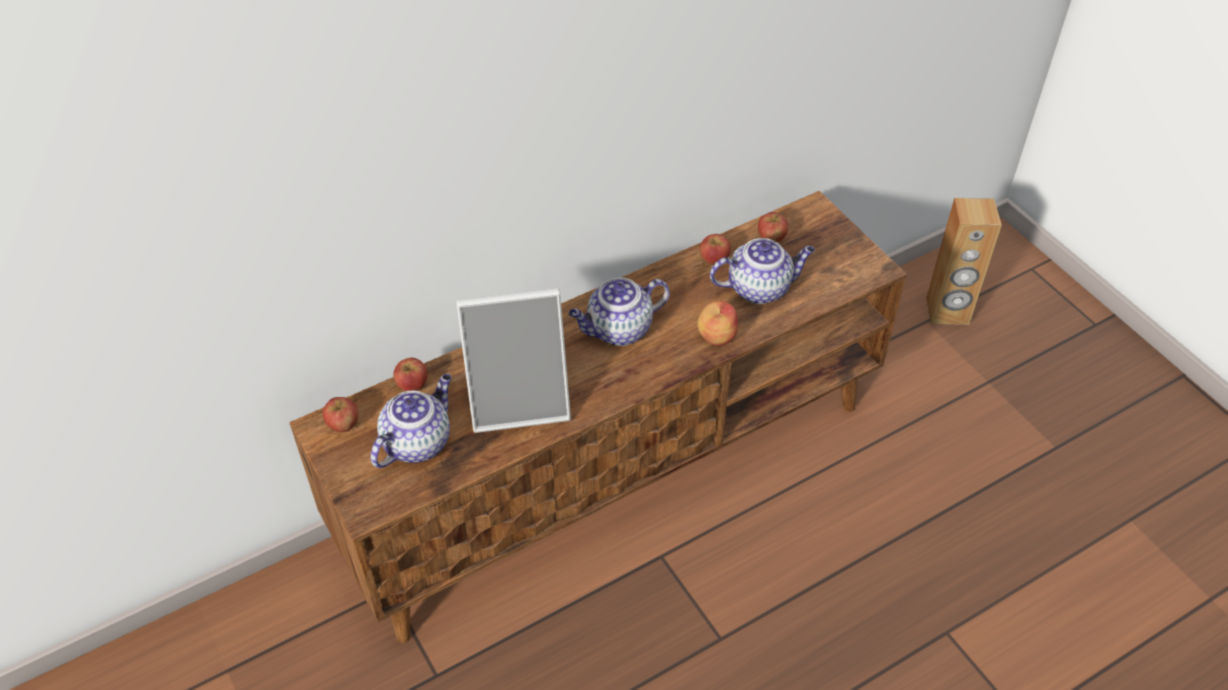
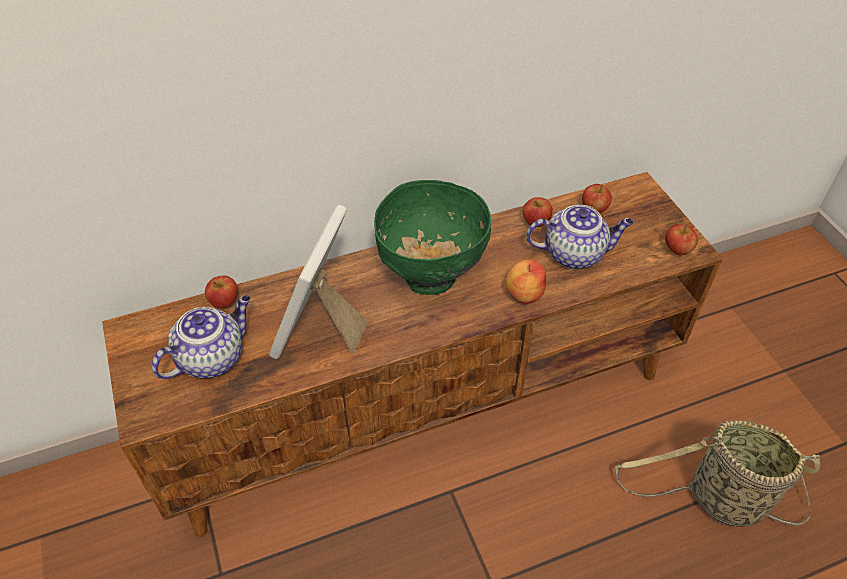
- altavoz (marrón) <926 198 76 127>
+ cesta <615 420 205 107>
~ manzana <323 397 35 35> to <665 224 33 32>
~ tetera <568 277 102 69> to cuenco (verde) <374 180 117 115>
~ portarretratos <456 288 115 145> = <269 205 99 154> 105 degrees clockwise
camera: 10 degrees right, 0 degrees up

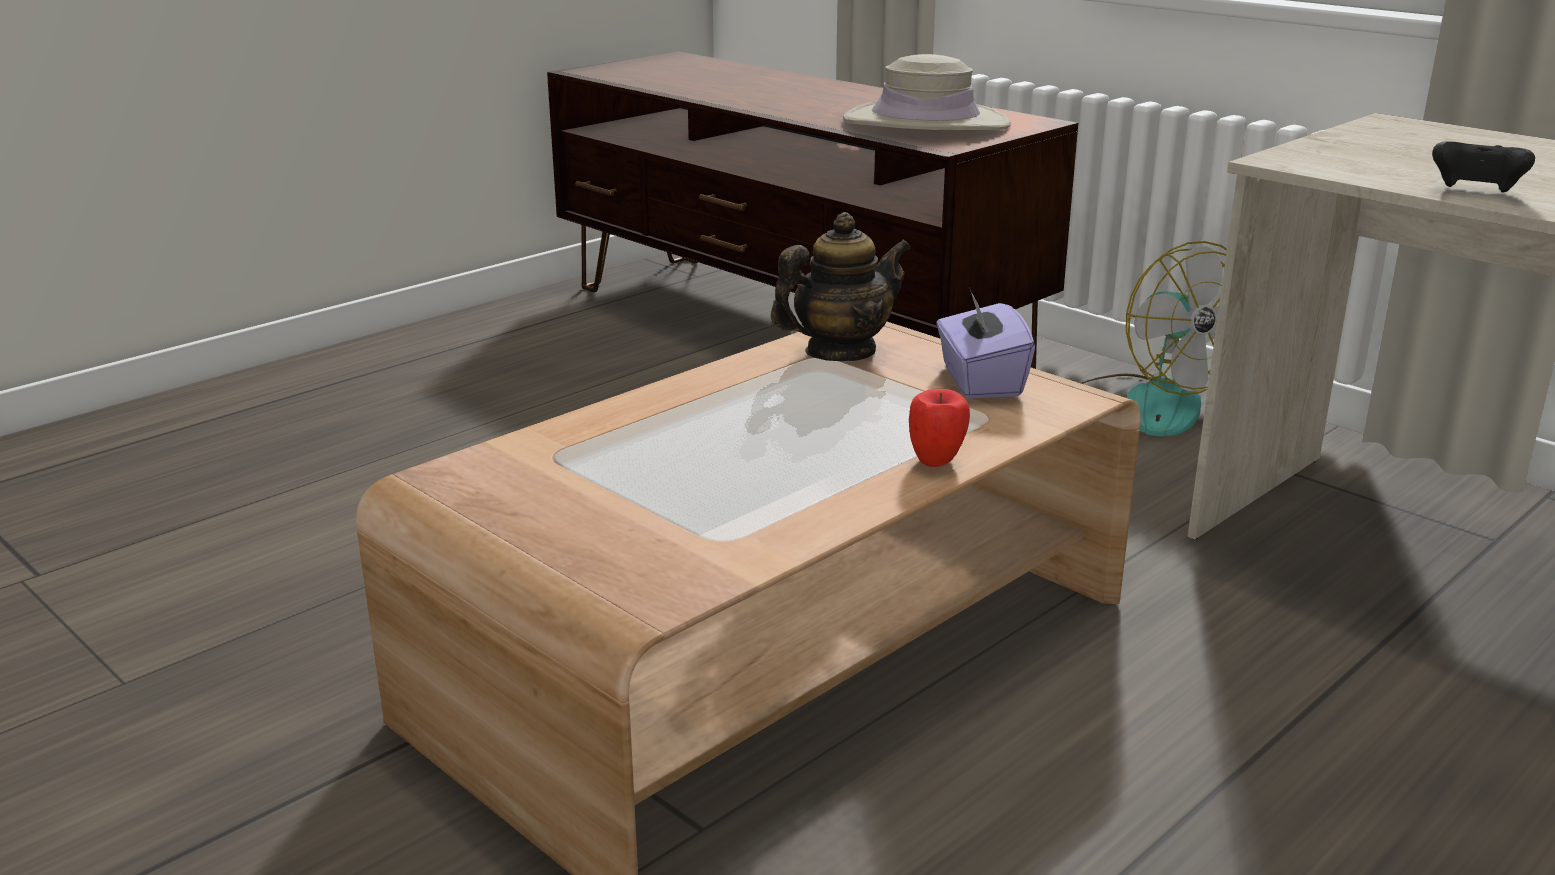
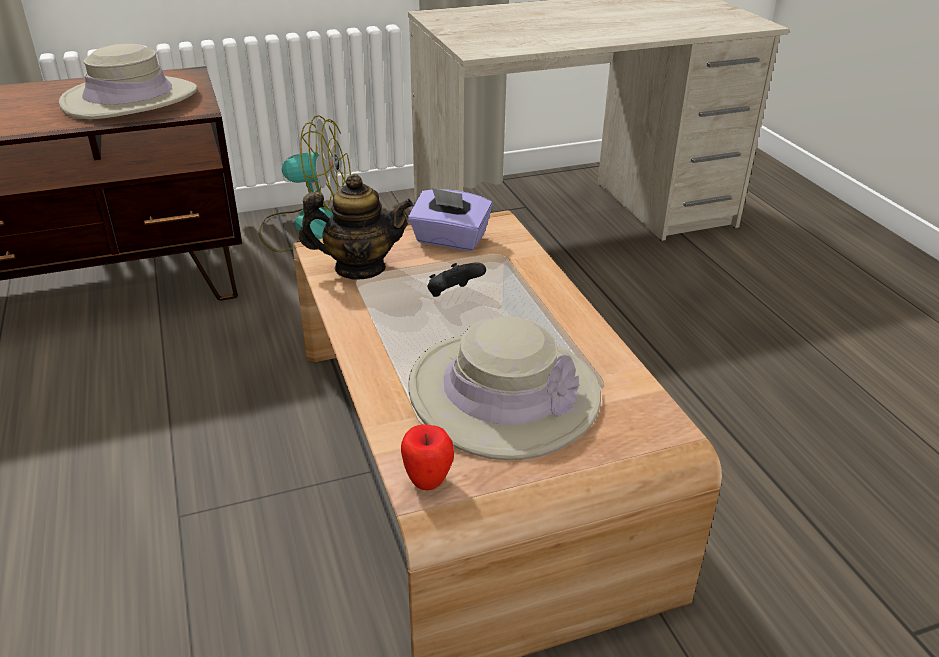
+ sombrero (beis) <408 316 193 144>
~ manzana <909 389 61 78> to <401 424 53 67>
~ mando de consola (negro) <1432 141 103 52> to <427 263 59 34>
~ tetera <771 212 140 149> = <299 174 114 106> 90 degrees clockwise
camera: 65 degrees left, 10 degrees up

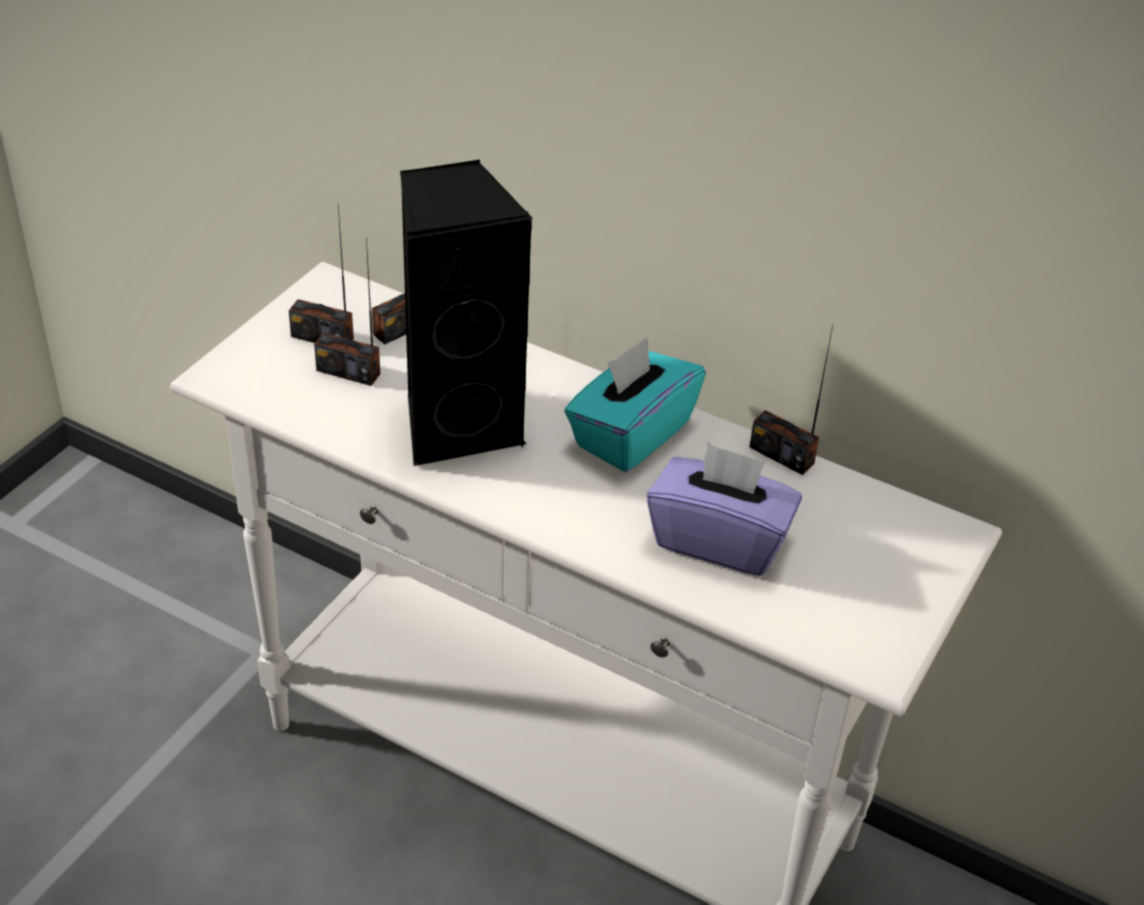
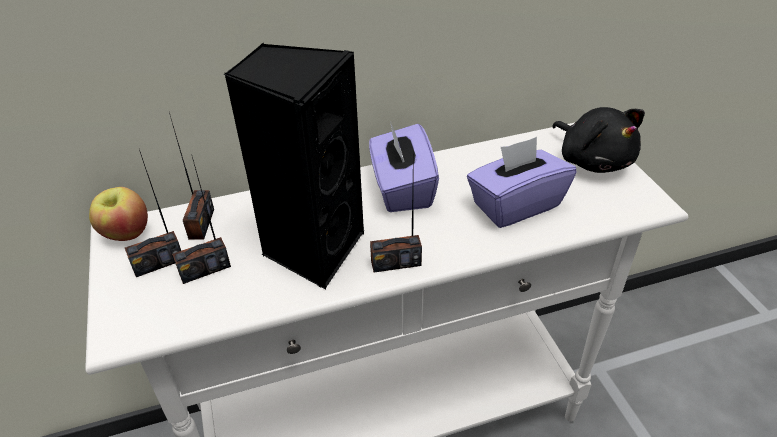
+ manzana <89 187 59 54>
+ peluche (negro) <552 107 93 66>
~ radio <749 325 84 150> to <370 150 52 122>
~ caja de pañuelos (turquesa) <564 338 142 134> to caja de pañuelos (morado) <369 124 70 88>
camera: 45 degrees left, 0 degrees up

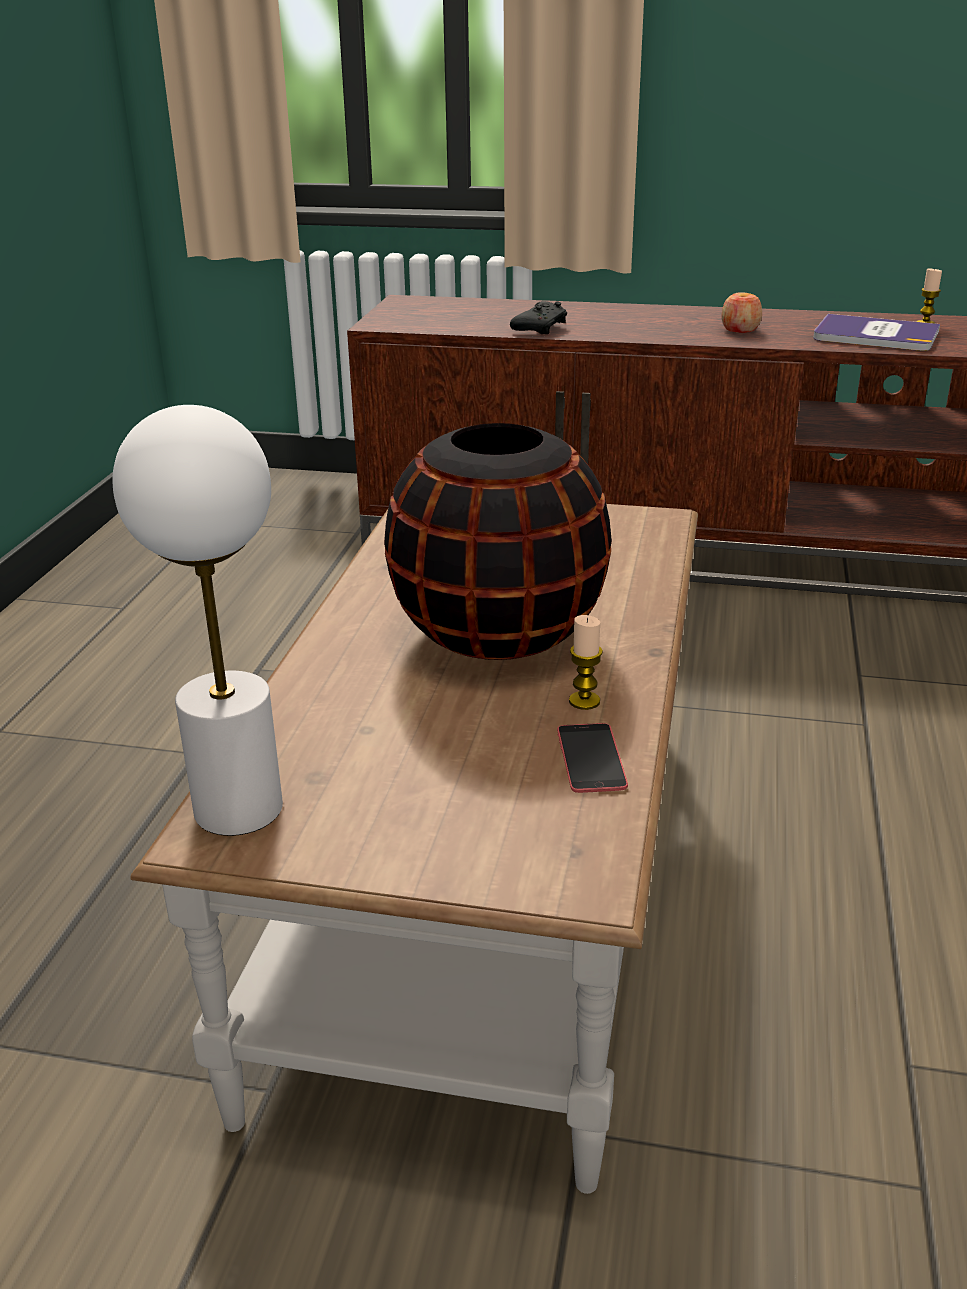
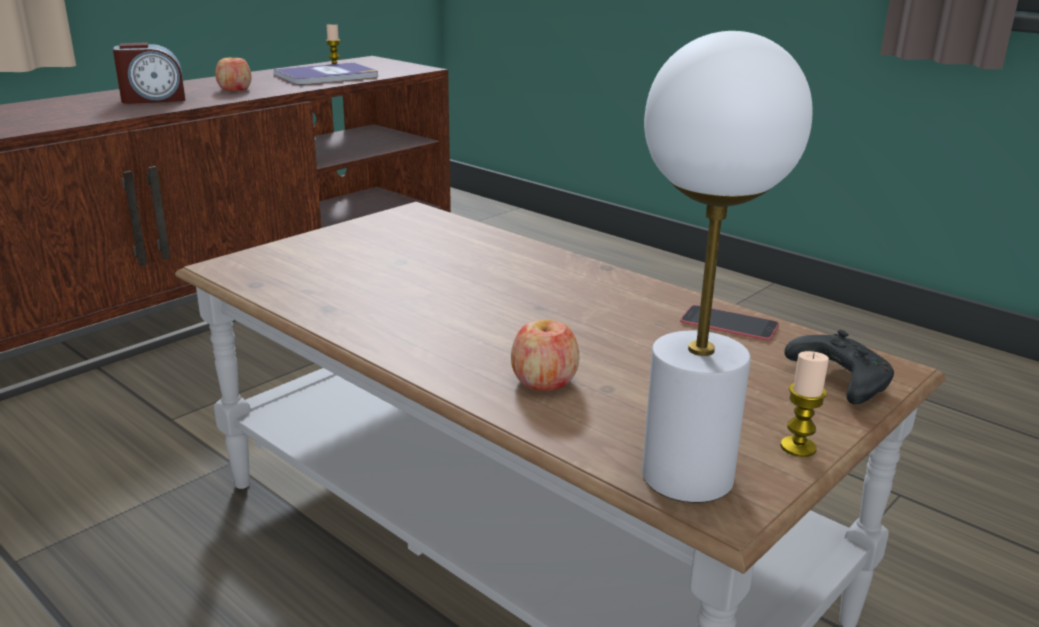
- florero (negro) <384 423 228 237>
+ despertador <113 42 72 62>
+ manzana <511 320 68 71>
~ mando de consola (negro) <510 301 57 33> to <784 330 110 74>
~ vela <569 615 34 95> to <780 351 49 106>
camera: 60 degrees left, 5 degrees down

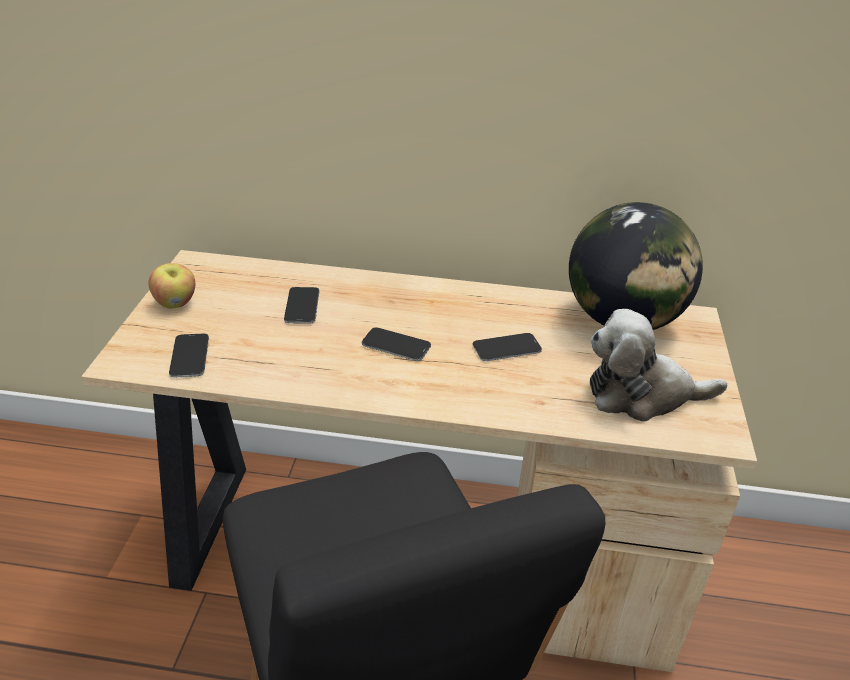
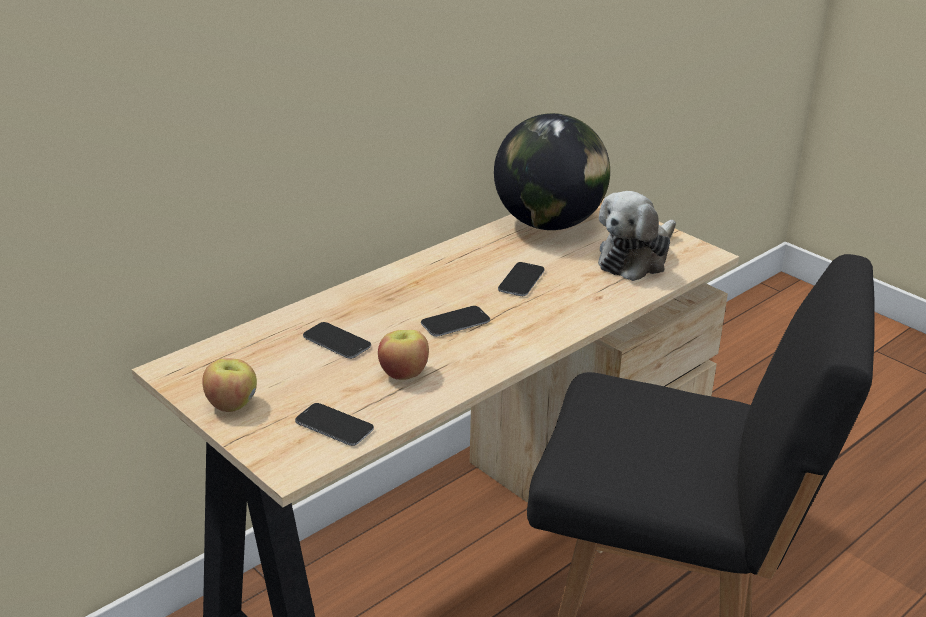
+ manzana <378 330 51 50>
camera: 50 degrees left, 5 degrees down

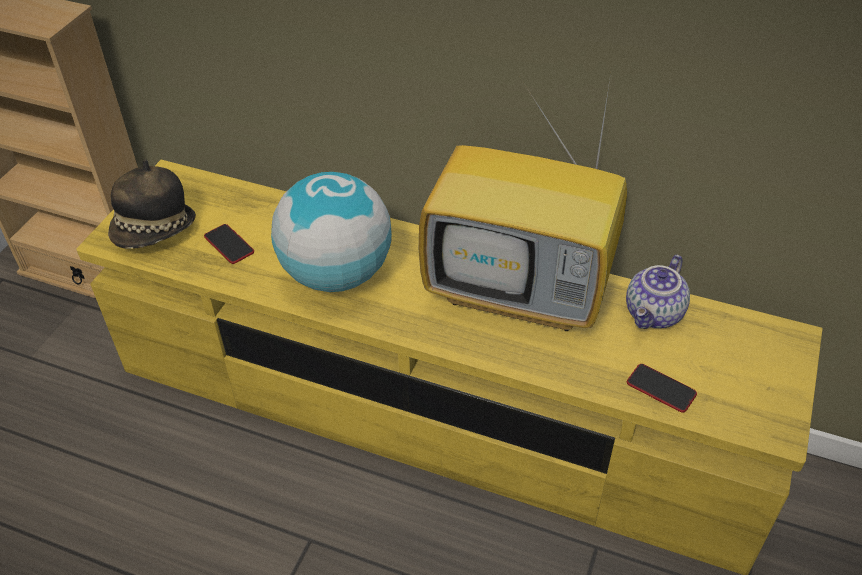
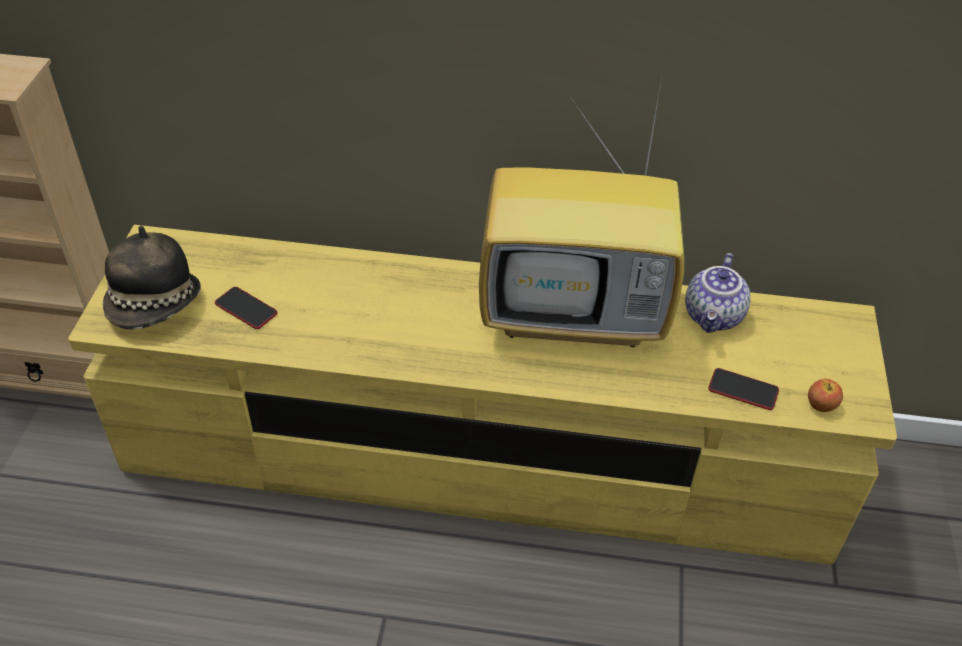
- globo terráqueo <271 172 121 120>
+ manzana <808 379 35 33>
camera: 15 degrees left, 0 degrees up

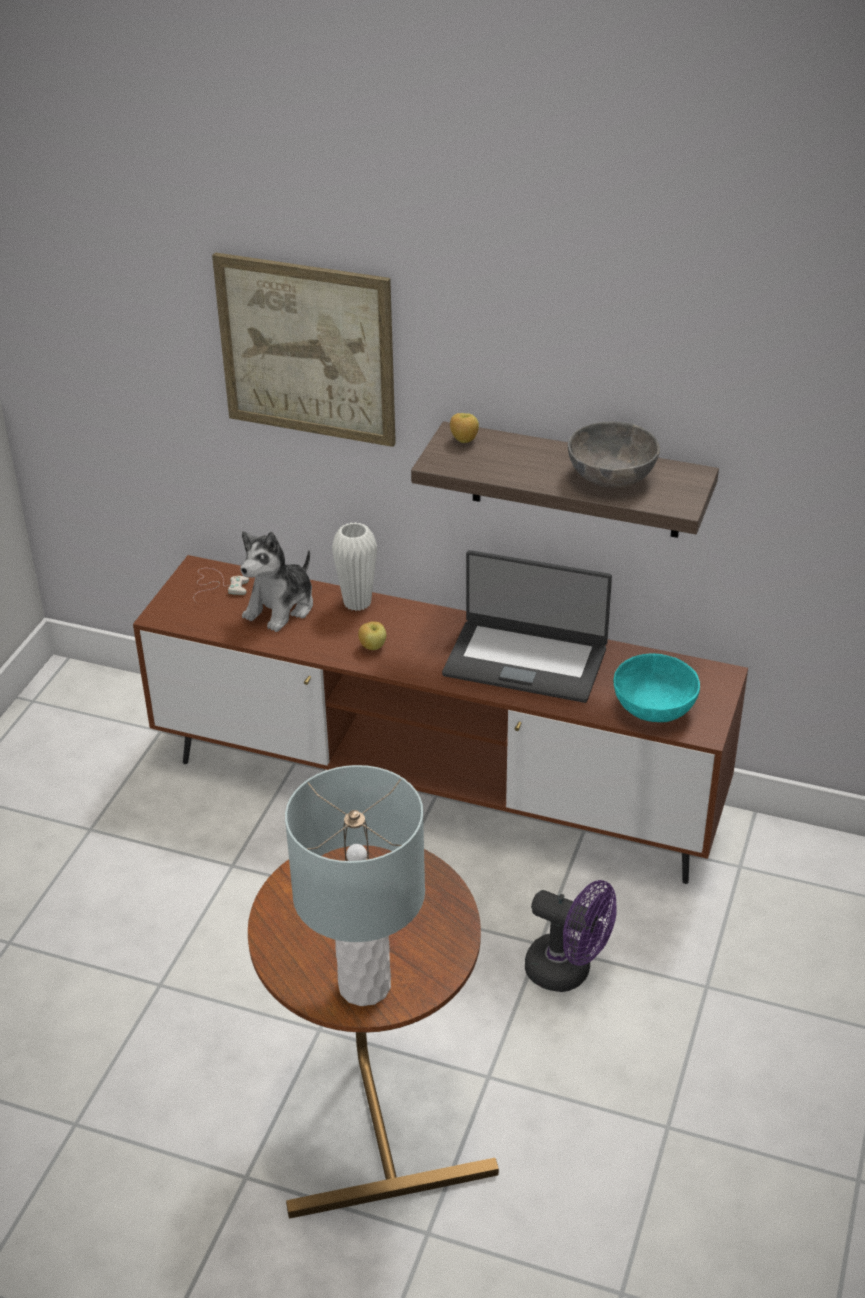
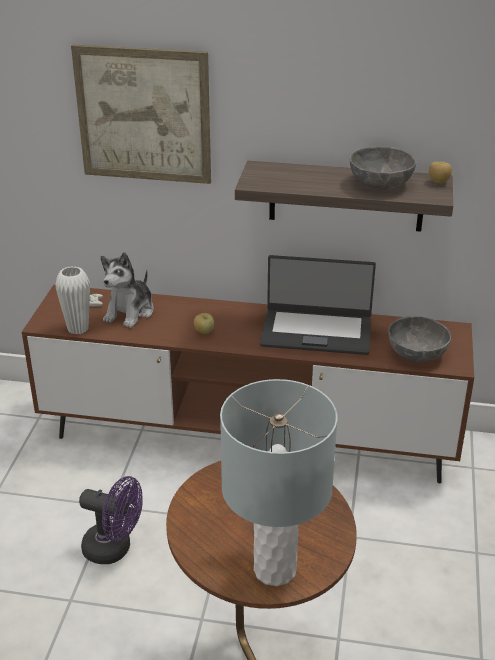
~ florero (blanco) <332 522 45 89> to <55 266 35 69>
~ manzana <450 413 29 30> to <429 162 23 22>
~ ventilador (morado) <525 880 92 112> to <79 476 64 88>
~ cuenco (turquesa) <614 653 86 69> to cuenco (gris) <388 316 63 46>
camera: 10 degrees left, 5 degrees down

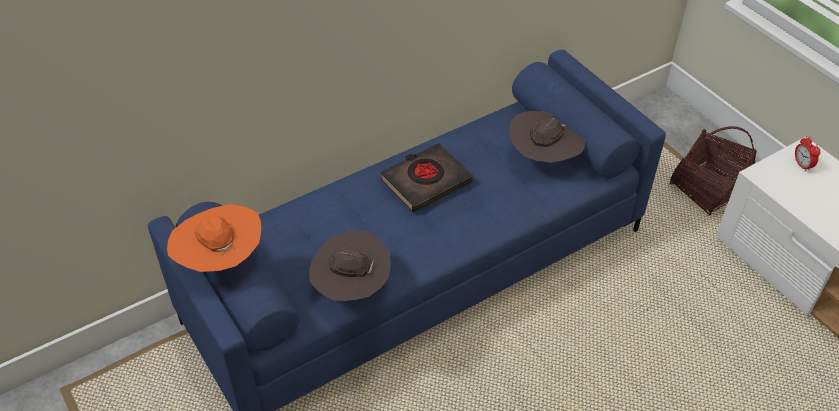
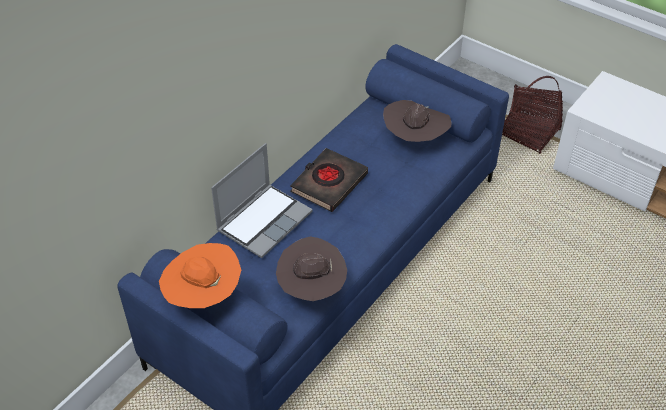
- despertador <795 136 26 36>
+ portátil <211 143 102 115>
camera: 20 degrees left, 0 degrees up

